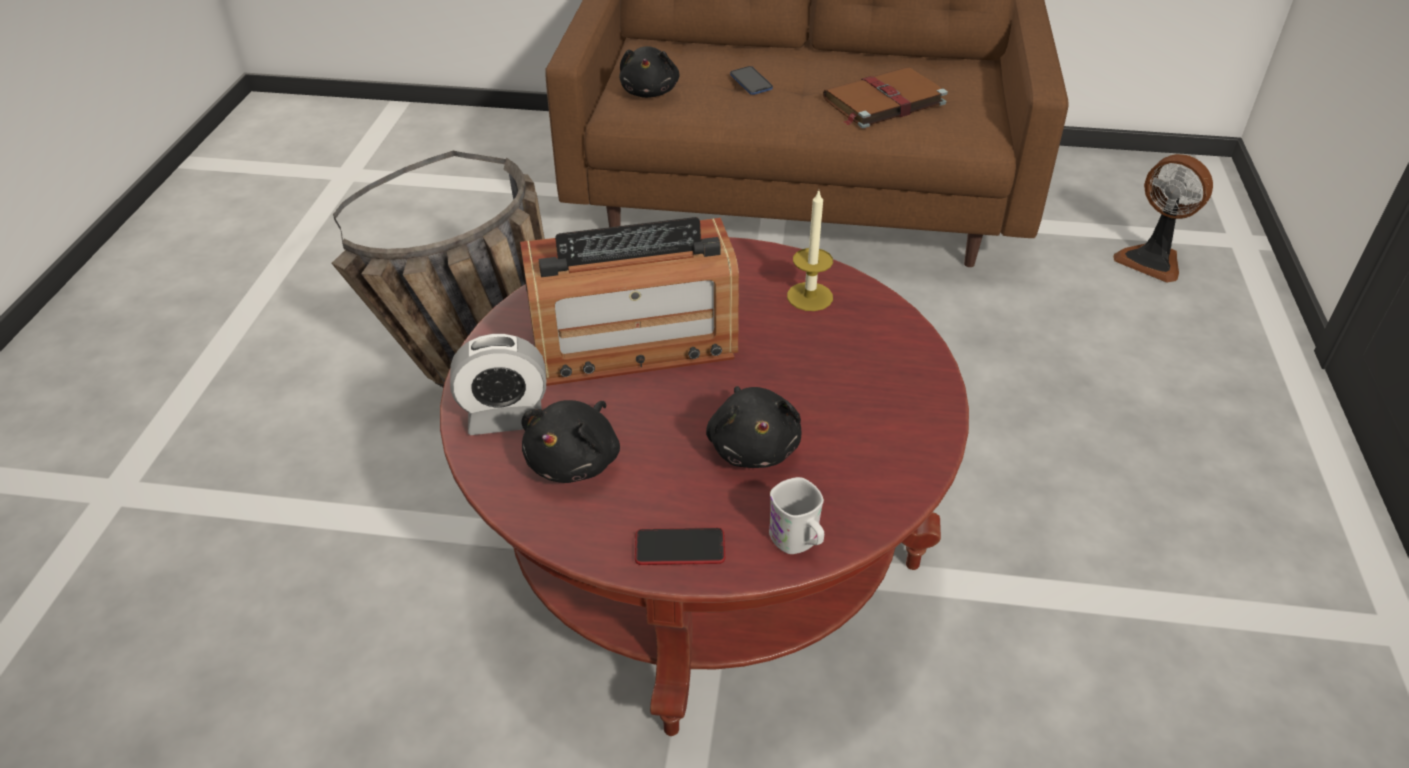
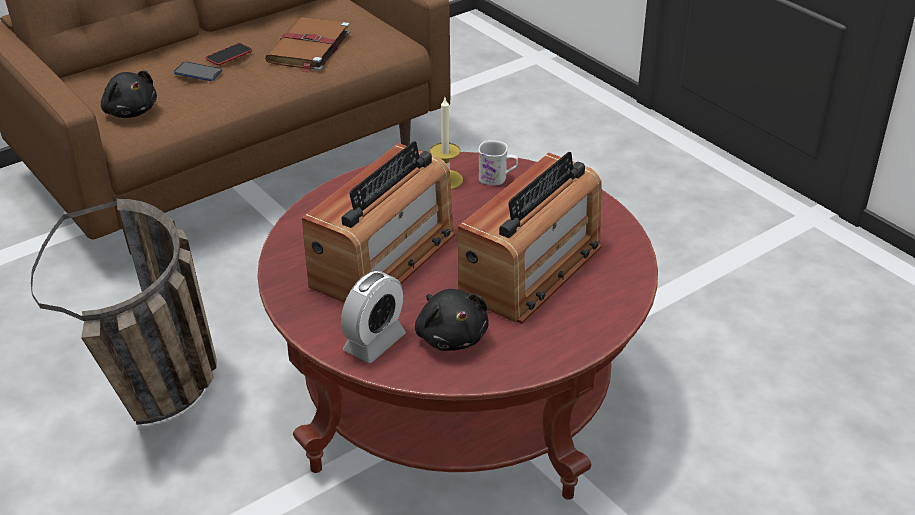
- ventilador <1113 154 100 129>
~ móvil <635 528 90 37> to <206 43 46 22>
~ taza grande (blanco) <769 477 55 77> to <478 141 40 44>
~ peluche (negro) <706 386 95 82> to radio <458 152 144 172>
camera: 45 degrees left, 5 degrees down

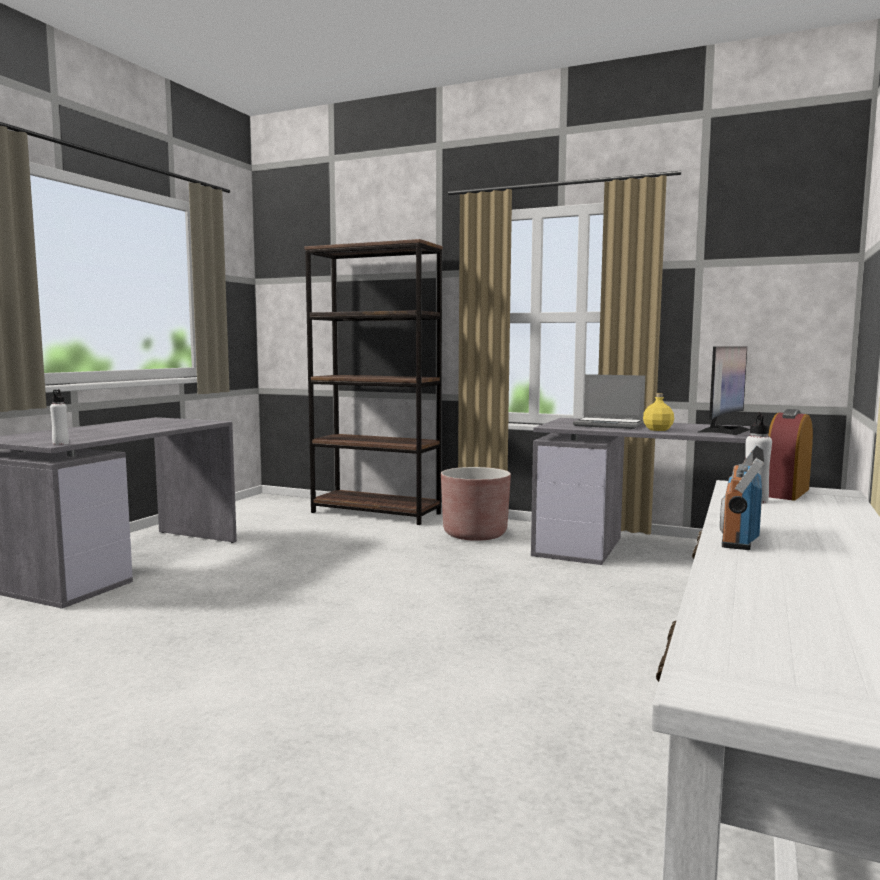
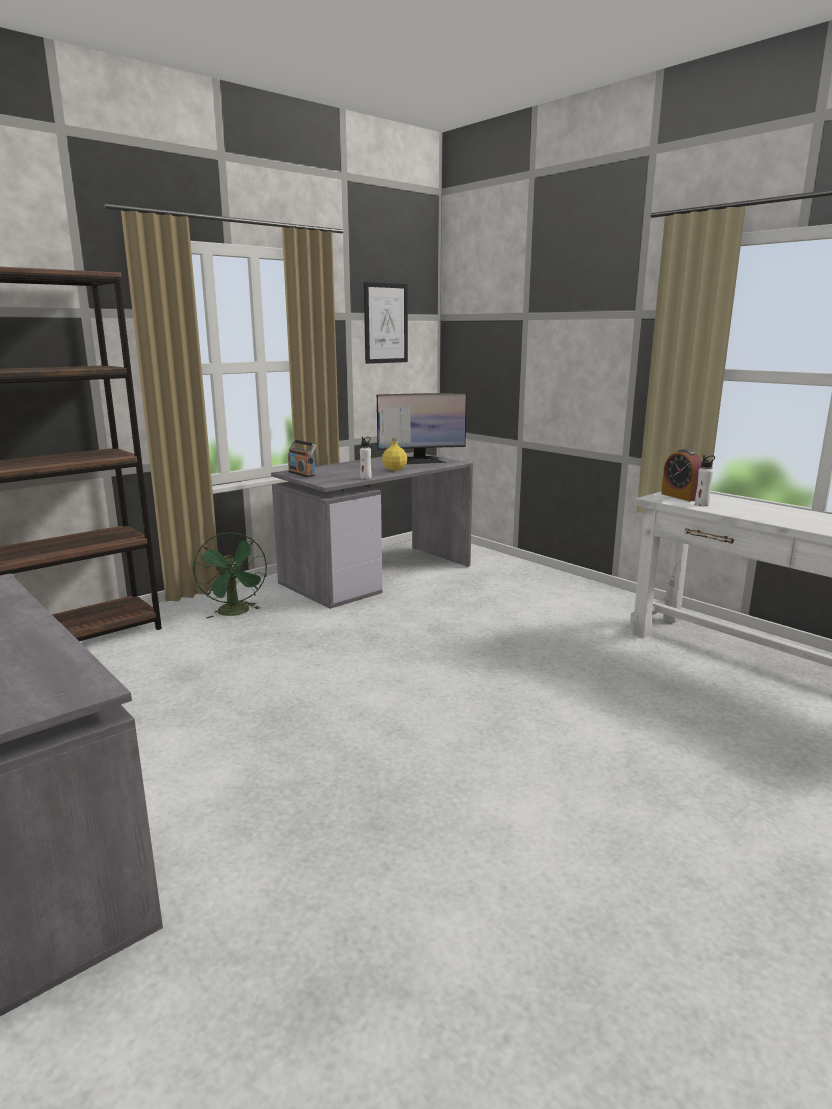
- portátil <573 374 72 55>
+ cuadro <364 282 44 82>
~ botella (blanco) <50 389 19 56> to <360 437 12 42>
~ radio <720 445 44 105> to <288 440 28 37>
~ maceta (marrón) <441 467 70 74> to ventilador (verde) <193 532 74 86>
~ monitor <699 347 51 88> = <377 393 90 71> 105 degrees clockwise
camera: 65 degrees left, 10 degrees up

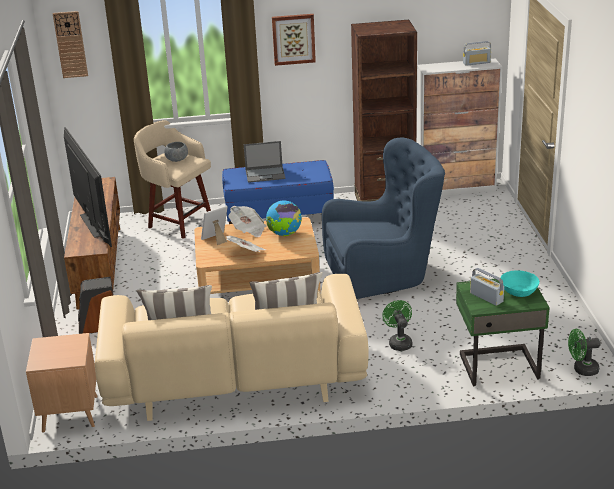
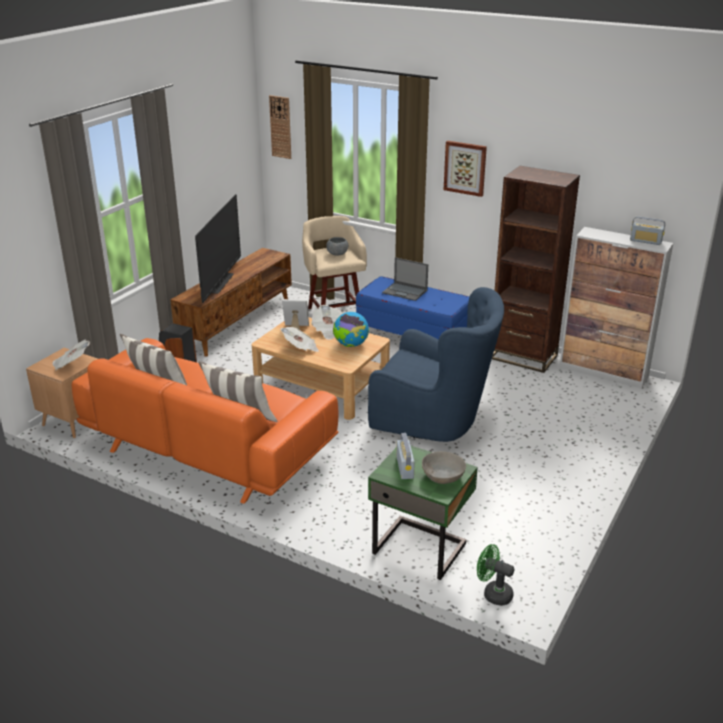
- ventilador (verde) <382 300 30 51>
+ periódico <52 339 38 31>
~ sofá (beis) <95 274 274 147> to sofá (naranja) <72 338 267 166>
~ cuenco (turquesa) <501 270 39 27> to cuenco (gris) <422 451 44 33>
camera: 35 degrees right, 0 degrees up

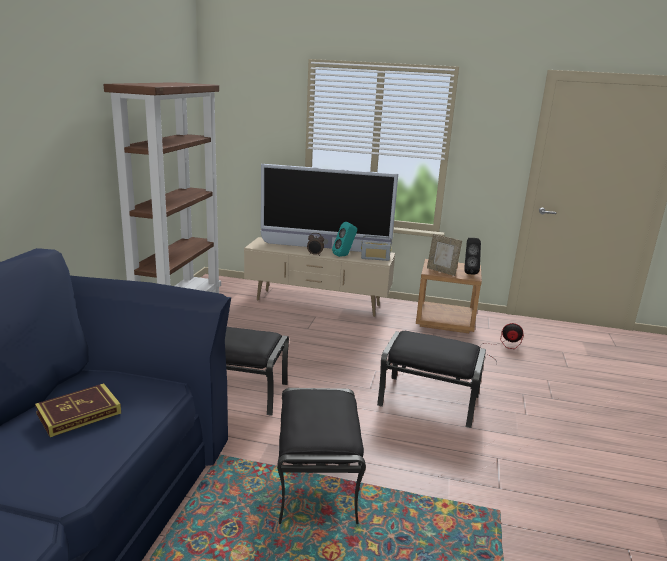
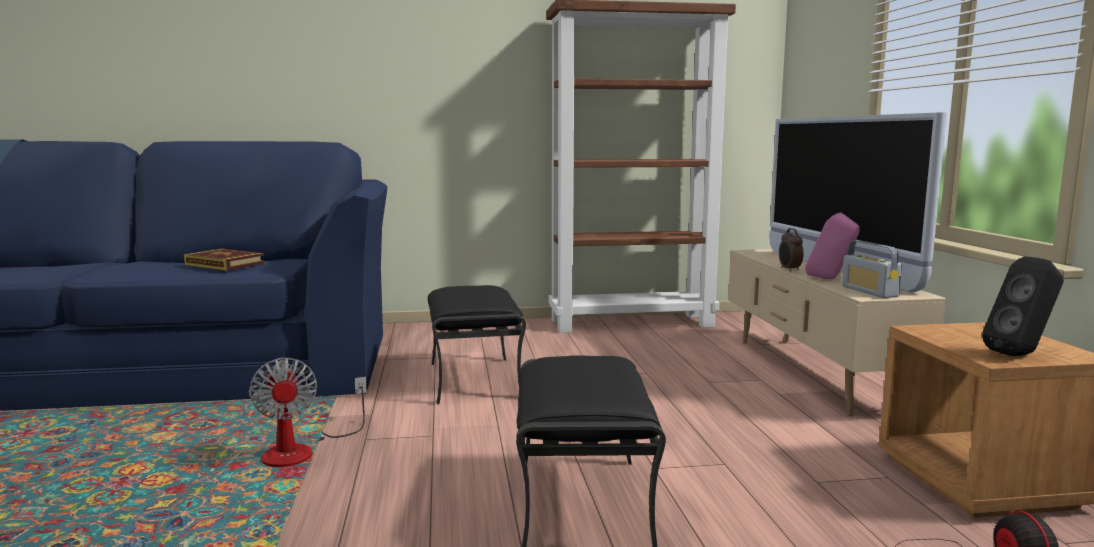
- portarretratos <427 234 35 42>
~ puf (negro) <277 388 89 136> to ventilador <249 357 118 110>
~ altavoz (turquesa) <332 222 25 35> to altavoz (rosa) <805 212 55 67>
camera: 70 degrees right, 10 degrees down

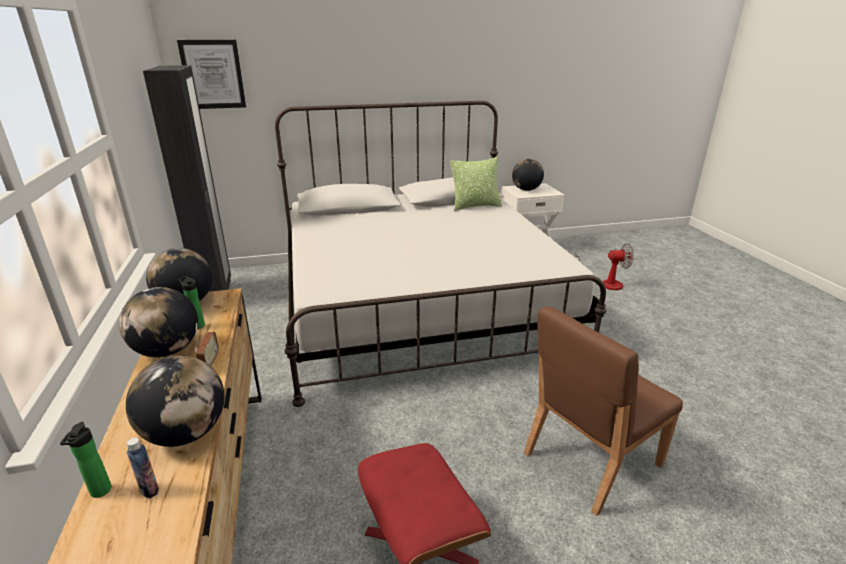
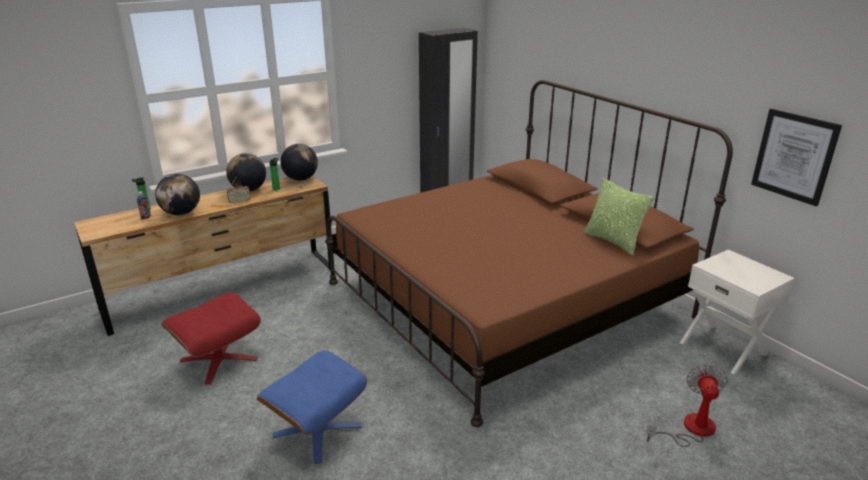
- globo terráqueo <512 159 32 32>
~ cuadro <177 40 69 69> to <751 109 91 97>
~ silla (marrón) <524 306 159 210> to puf (azul) <257 350 110 114>
~ cama (blanco) <275 101 332 306> to cama (marrón) <325 80 408 347>
~ ventilador <575 243 59 47> = <646 364 82 83> 150 degrees counterclockwise
camera: 70 degrees right, 0 degrees up

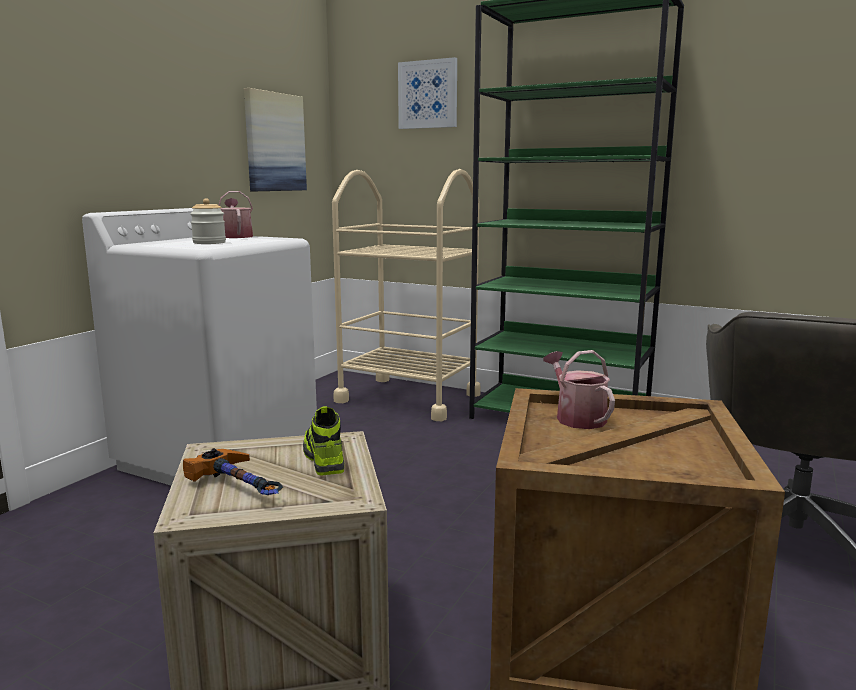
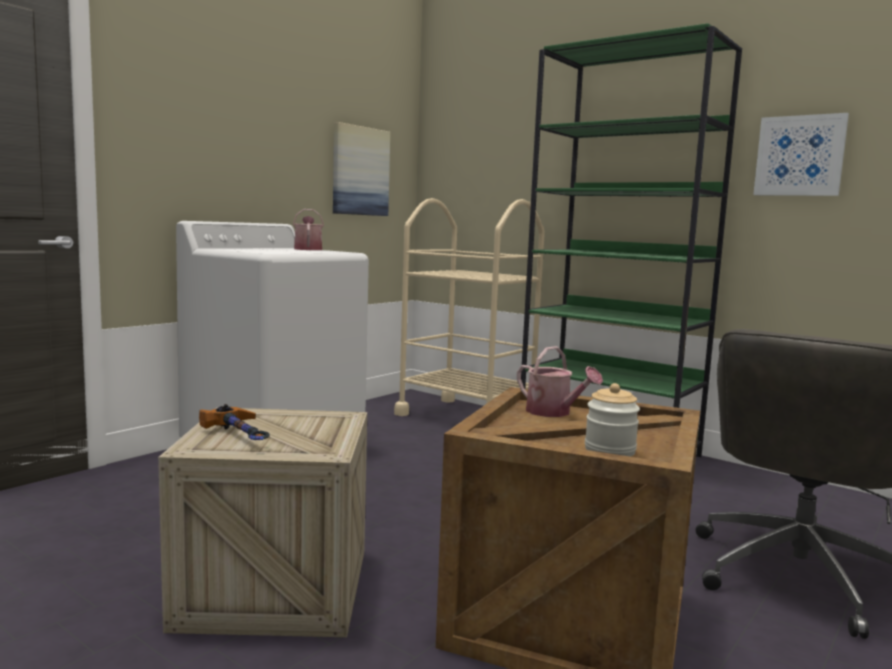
- zapato <303 406 41 70>
~ tarro <190 198 36 46> to <585 383 55 74>
~ cuadro <398 57 59 72> to <753 113 96 83>
~ regadera <544 350 71 79> = <517 346 86 71> 150 degrees clockwise
camera: 10 degrees right, 5 degrees down

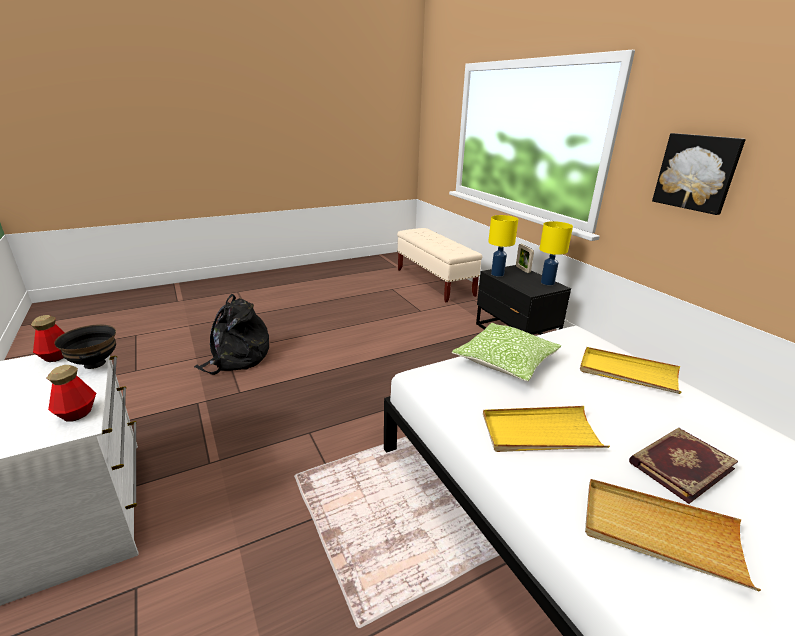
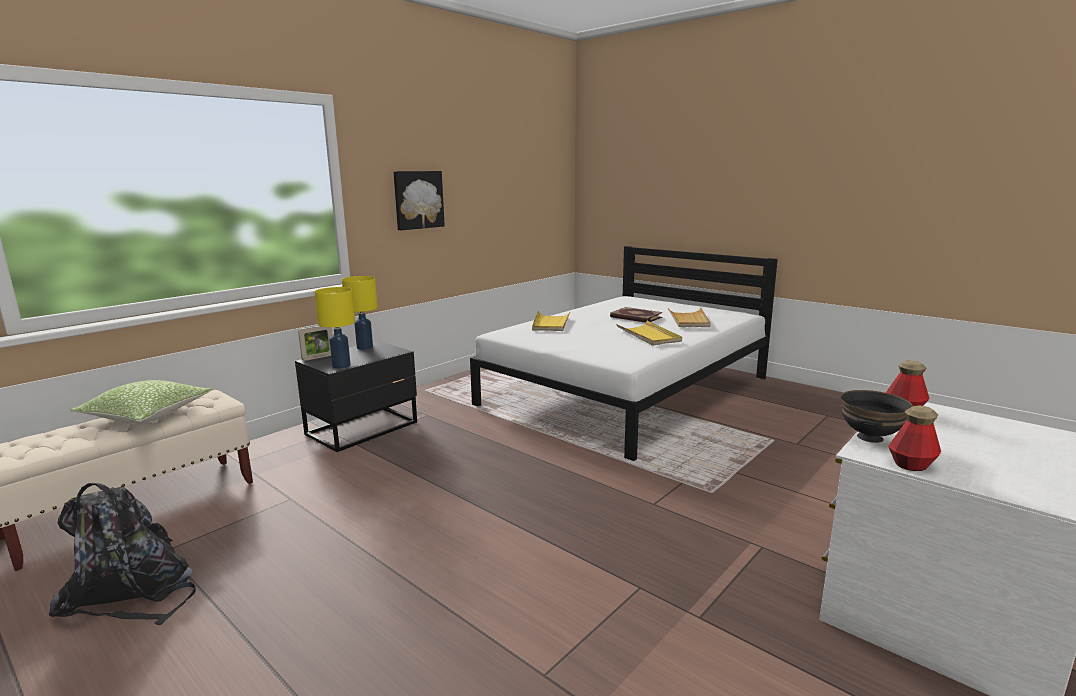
~ mochila (negro) <194 294 75 81> to <49 483 146 142>
~ cojín <452 323 110 58> to <70 380 142 43>
camera: 110 degrees left, 10 degrees down

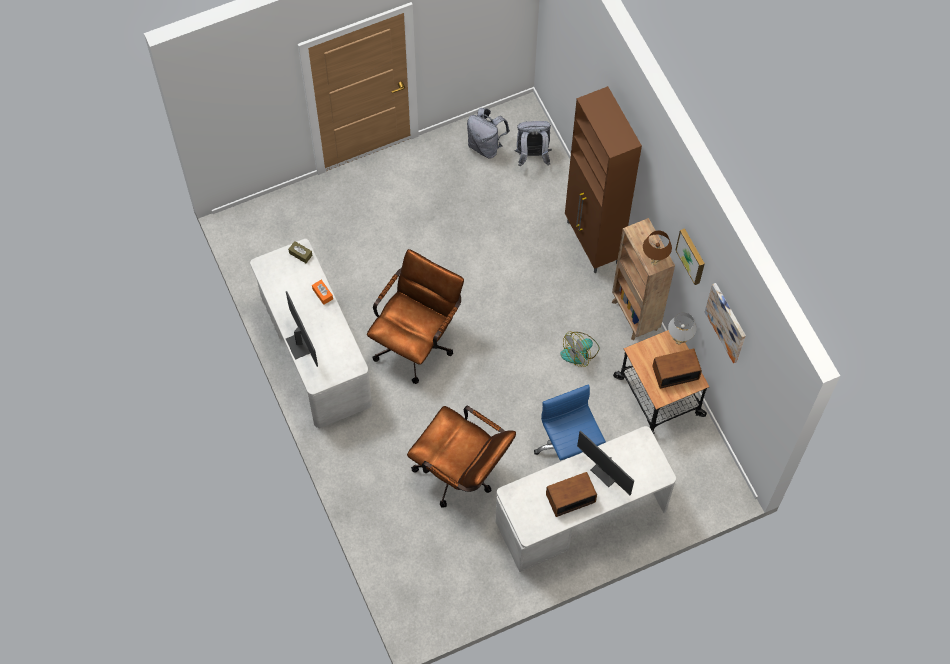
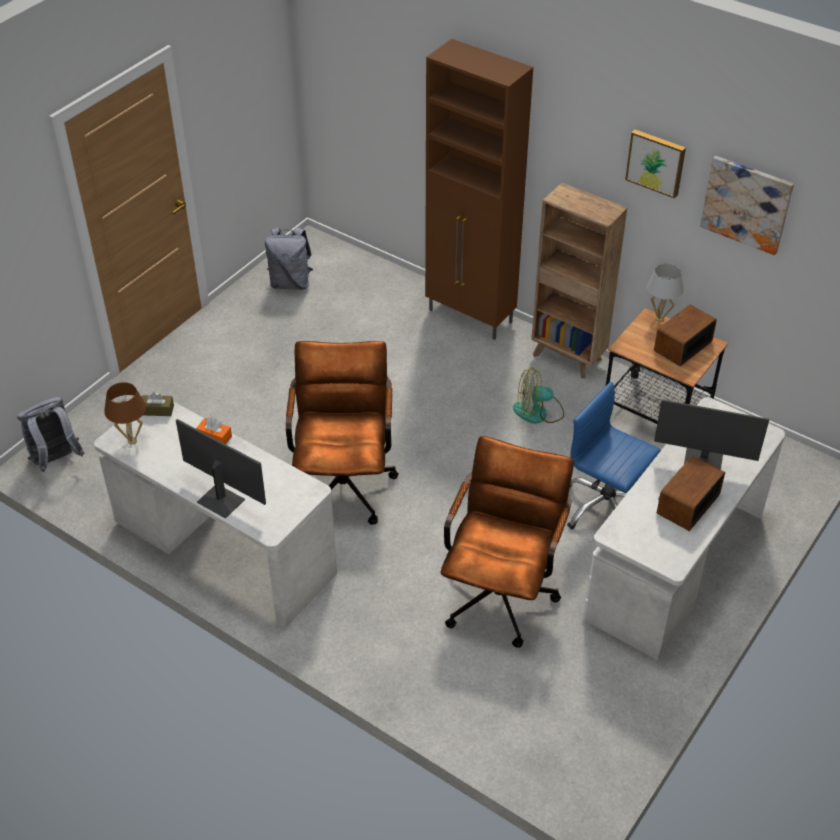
~ mochila (gris) <514 121 38 46> to <17 397 67 75>
~ lámpara de mesa (marrón) <643 230 29 35> to <104 382 42 63>
~ silla de oficina (marrón) <407 406 109 102> = <441 436 133 212> 75 degrees counterclockwise
~ ventilador <560 332 39 35> = <513 368 51 56> 60 degrees clockwise
camera: 30 degrees left, 20 degrees down

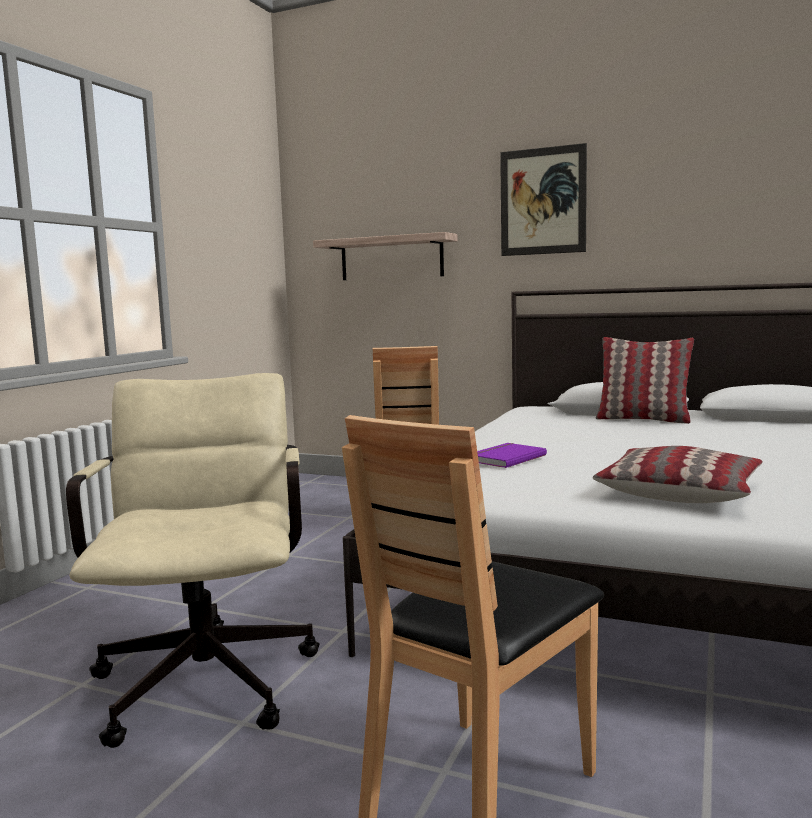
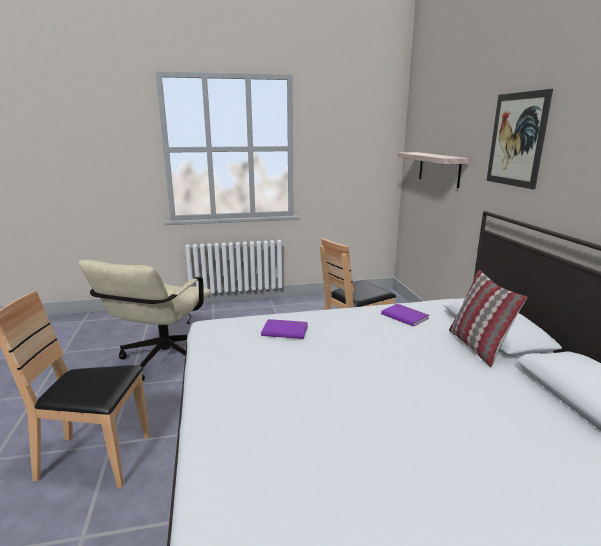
- cojín <593 446 170 57>
+ libro (morado) <381 304 48 23>
~ silla de oficina (beis) <66 373 254 375> = <78 260 133 121> 150 degrees clockwise
camera: 55 degrees right, 10 degrees up

